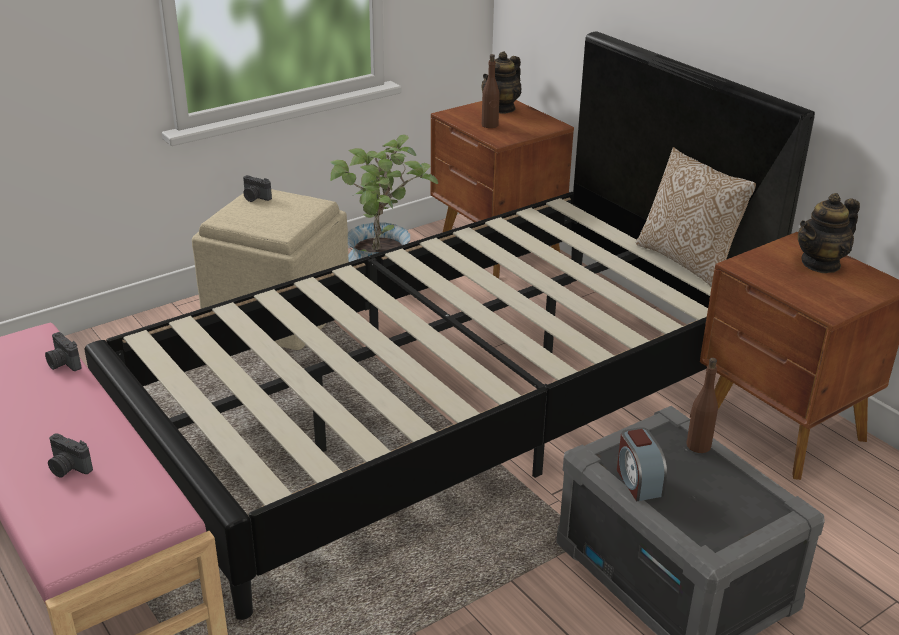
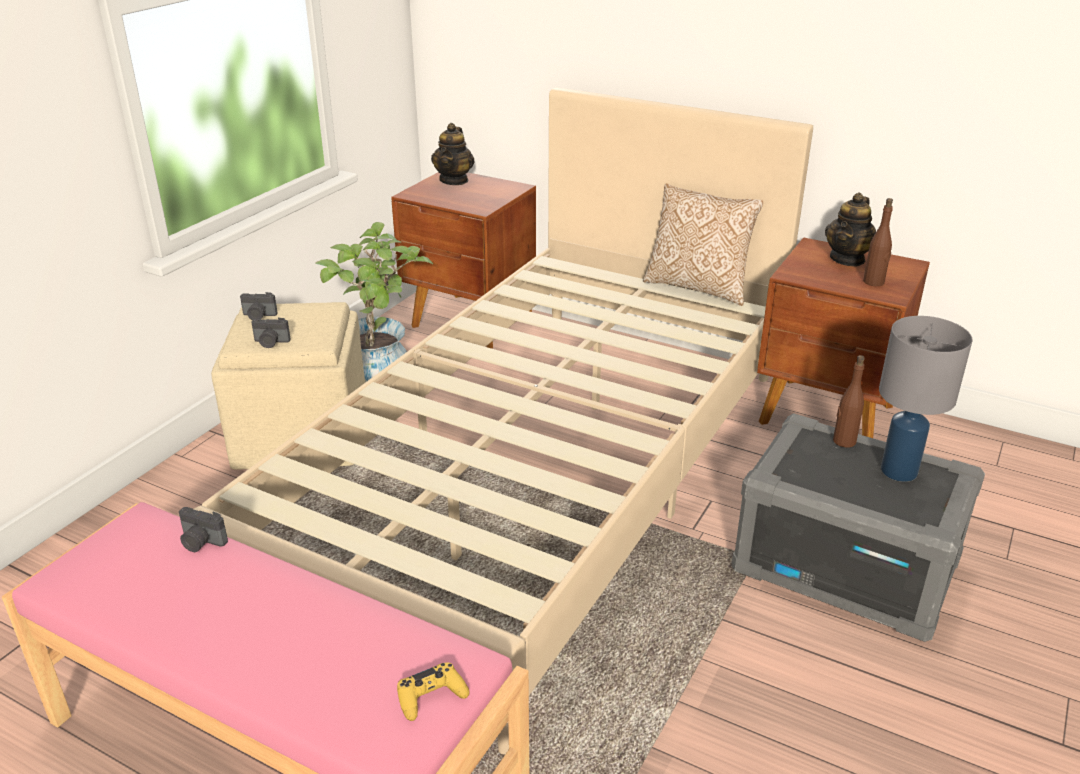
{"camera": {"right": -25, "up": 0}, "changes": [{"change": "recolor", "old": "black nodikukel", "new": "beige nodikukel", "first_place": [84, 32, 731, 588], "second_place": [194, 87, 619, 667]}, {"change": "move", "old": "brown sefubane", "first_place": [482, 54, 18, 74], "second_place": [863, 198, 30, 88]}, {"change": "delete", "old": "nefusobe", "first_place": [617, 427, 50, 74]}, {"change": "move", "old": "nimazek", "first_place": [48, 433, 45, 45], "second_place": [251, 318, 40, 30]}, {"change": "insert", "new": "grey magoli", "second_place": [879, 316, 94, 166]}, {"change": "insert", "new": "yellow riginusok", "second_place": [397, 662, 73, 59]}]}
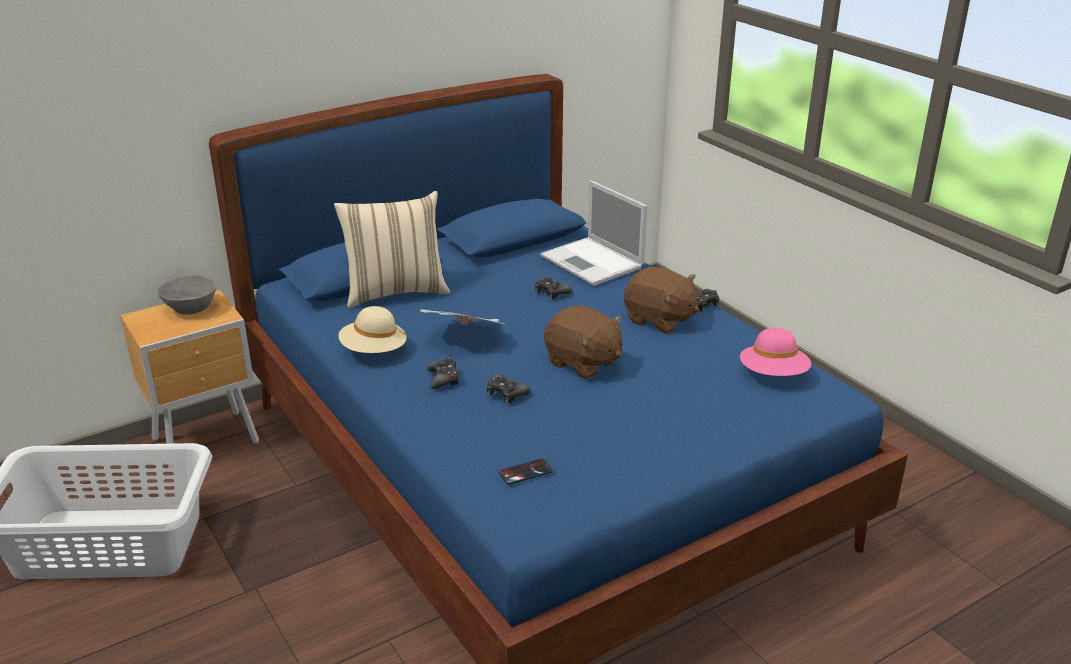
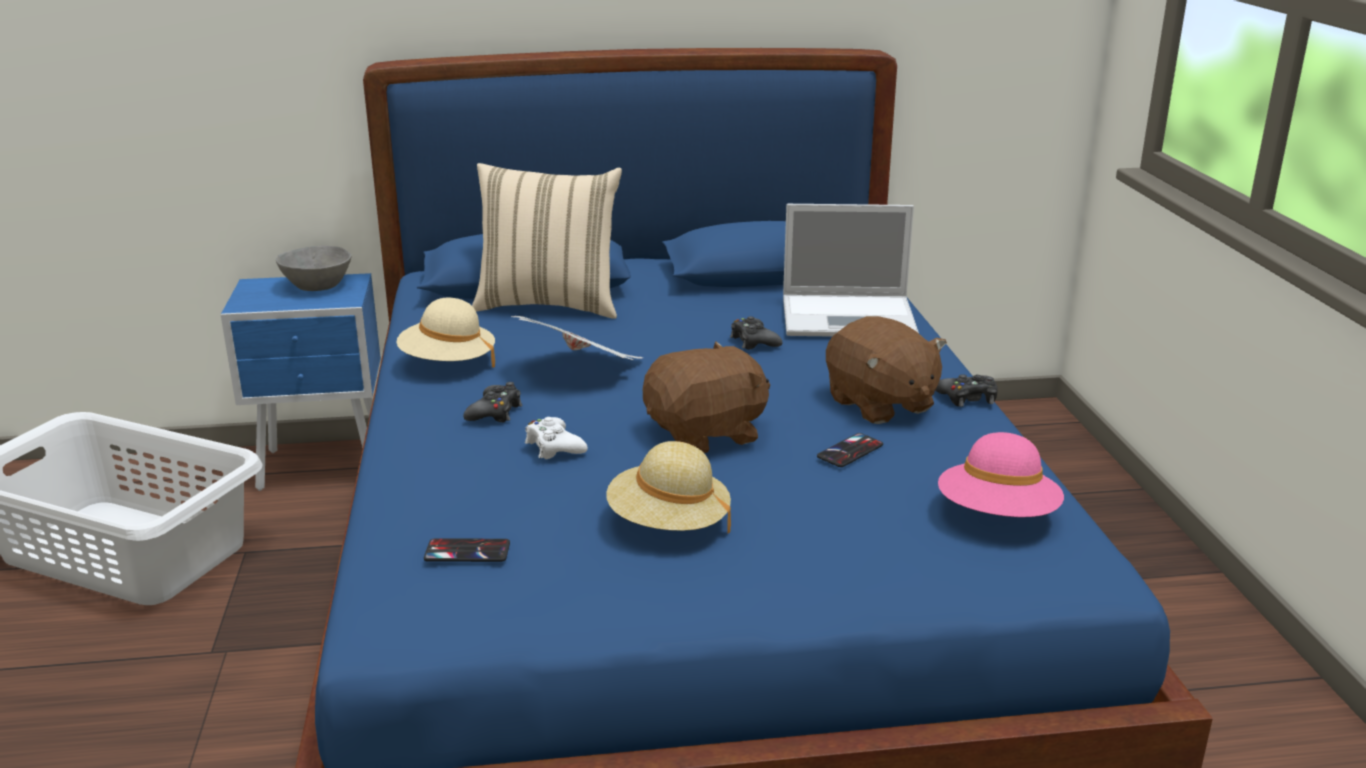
{"camera": {"right": 25, "up": -5}, "changes": [{"change": "rotate", "old": "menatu", "first_place": [540, 180, 108, 106], "second_place": [783, 204, 136, 133], "degrees": -75}, {"change": "recolor", "old": "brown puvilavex", "new": "blue puvilavex", "first_place": [120, 290, 139, 178], "second_place": [221, 273, 160, 218]}, {"change": "rotate", "old": "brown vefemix", "first_place": [544, 305, 78, 74], "second_place": [643, 341, 127, 112], "degrees": -90}, {"change": "recolor", "old": "black riginusok", "new": "white riginusok", "first_place": [487, 374, 44, 29], "second_place": [525, 417, 63, 42]}, {"change": "insert", "new": "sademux", "second_place": [817, 433, 66, 34]}, {"change": "insert", "new": "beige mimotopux", "second_place": [606, 441, 125, 93]}]}
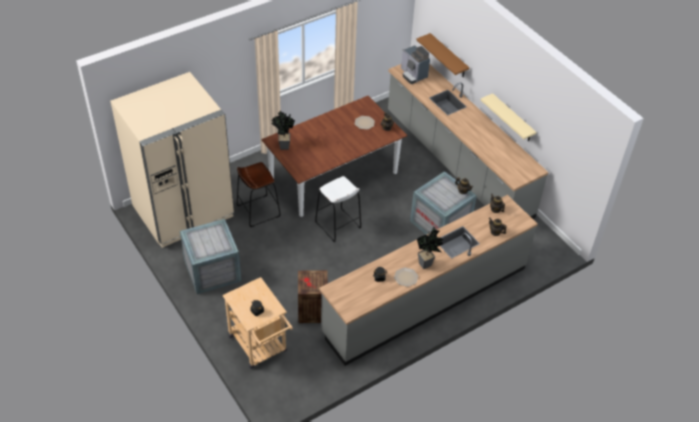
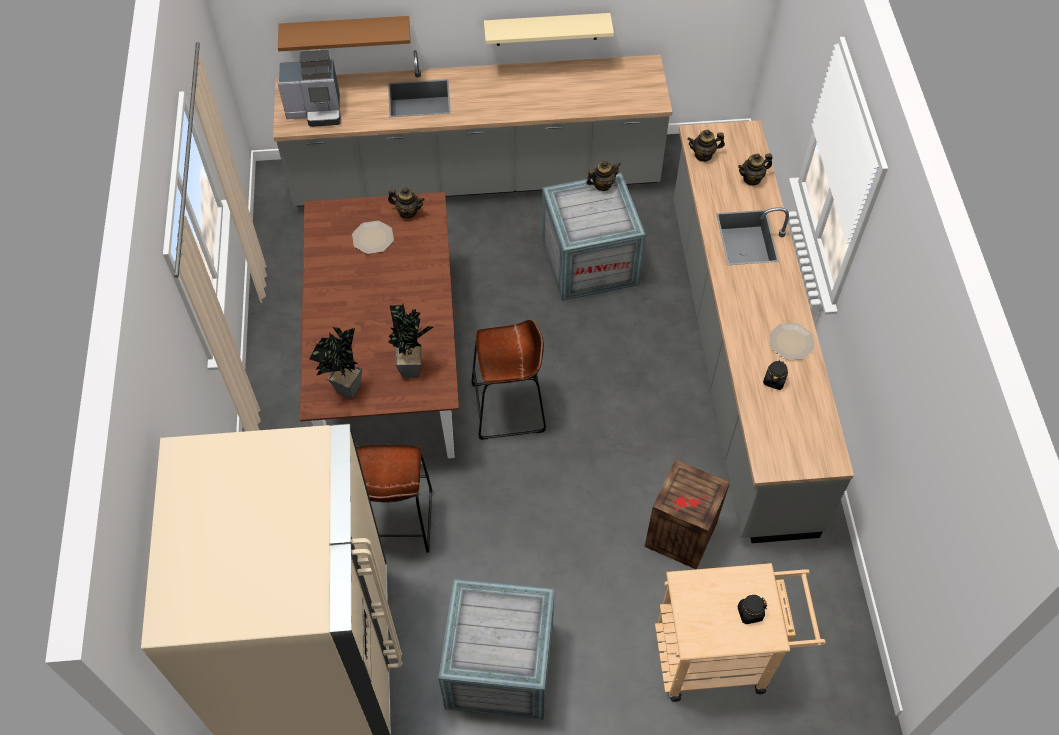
{"camera": {"right": -60, "up": 10}, "changes": [{"change": "recolor", "old": "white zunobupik", "new": "brown zunobupik", "first_place": [315, 176, 46, 66], "second_place": [471, 320, 75, 120]}, {"change": "move", "old": "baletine", "first_place": [417, 227, 26, 42], "second_place": [388, 303, 45, 75]}]}
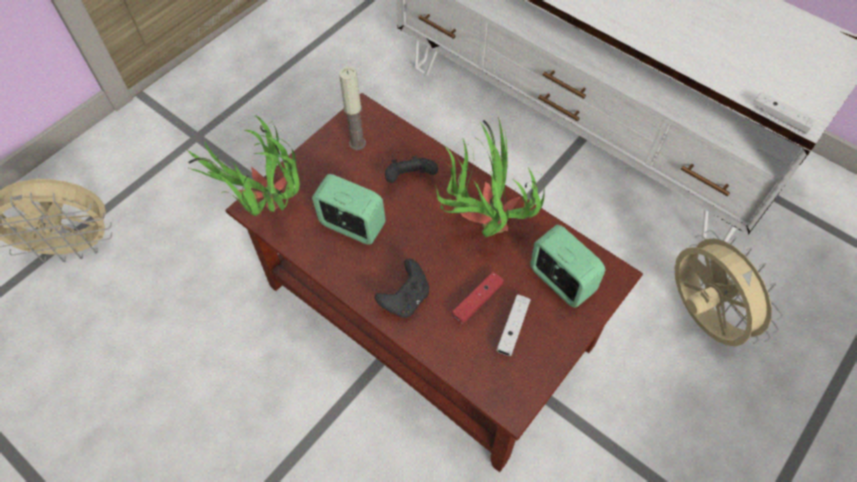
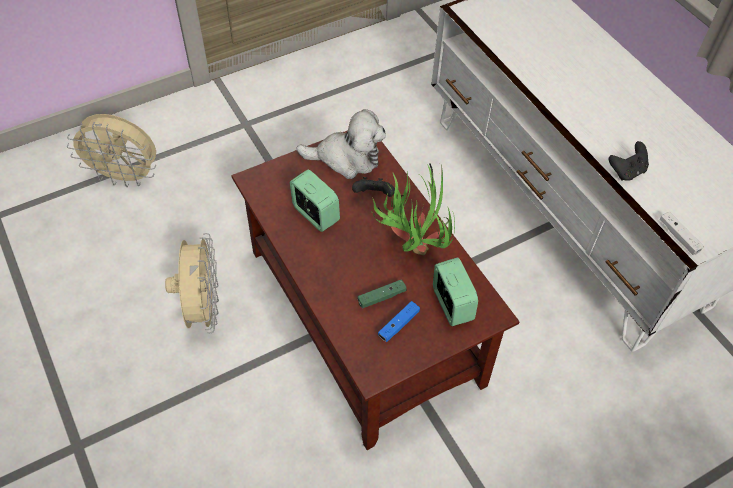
{"camera": {"right": 20, "up": -5}, "changes": [{"change": "replace", "old": "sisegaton", "new": "vefemix", "first_place": [339, 67, 27, 83], "second_place": [296, 109, 90, 70]}, {"change": "delete", "old": "baletine", "first_place": [187, 115, 113, 101]}, {"change": "move", "old": "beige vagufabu", "first_place": [675, 230, 108, 117], "second_place": [165, 233, 54, 100]}, {"change": "move", "old": "black riginusok", "first_place": [375, 259, 54, 59], "second_place": [609, 141, 40, 40]}, {"change": "recolor", "old": "red riginusok", "new": "green riginusok", "first_place": [452, 272, 52, 52], "second_place": [358, 279, 49, 29]}, {"change": "recolor", "old": "white riginusok", "new": "blue riginusok", "first_place": [496, 295, 35, 61], "second_place": [378, 301, 42, 41]}]}
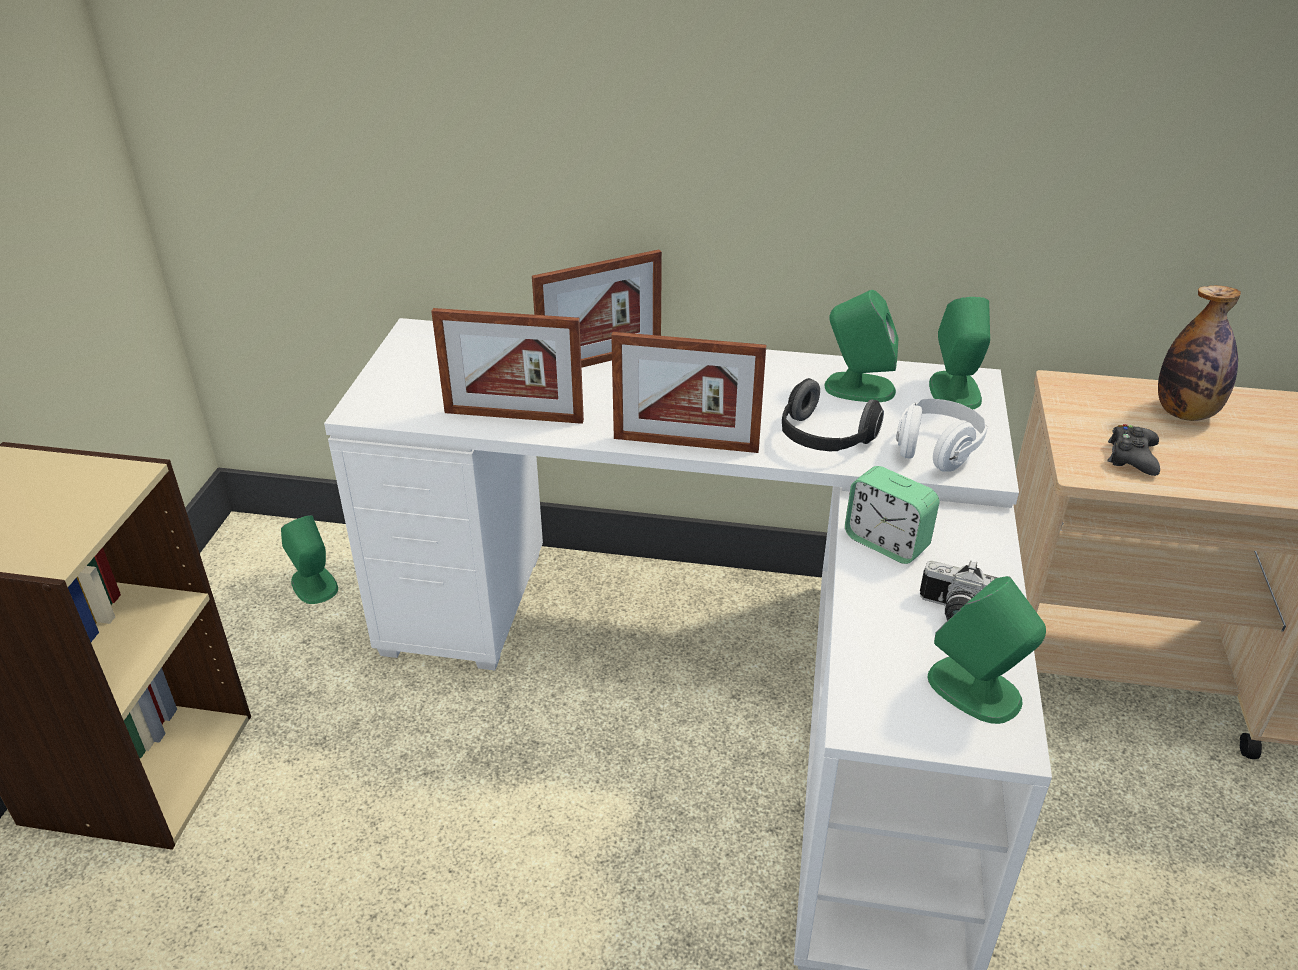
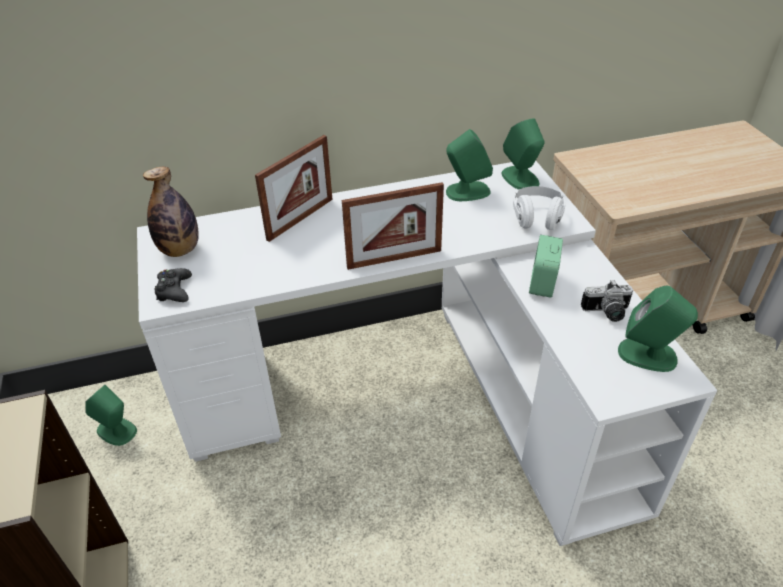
{"camera": {"right": -25, "up": 5}, "changes": [{"change": "move", "old": "sefubane", "first_place": [1158, 286, 83, 135], "second_place": [143, 167, 56, 90]}, {"change": "delete", "old": "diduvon", "first_place": [431, 308, 153, 116]}, {"change": "delete", "old": "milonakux", "first_place": [782, 378, 102, 73]}, {"change": "move", "old": "black riginusok", "first_place": [1108, 424, 52, 52], "second_place": [155, 268, 37, 34]}, {"change": "rotate", "old": "nefusobe", "first_place": [845, 466, 95, 98], "second_place": [529, 235, 34, 63], "degrees": 90}]}
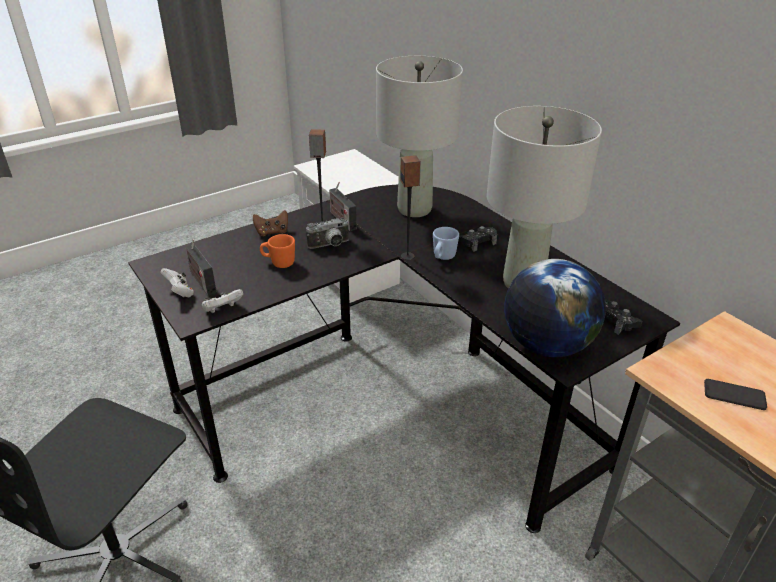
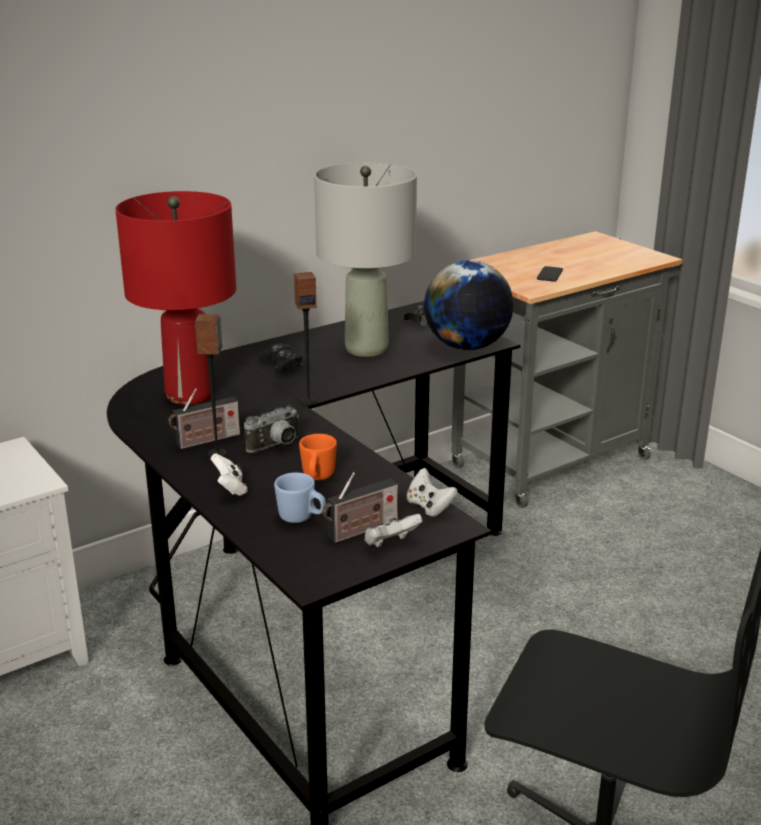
{"camera": {"right": -90, "up": -10}, "changes": [{"change": "recolor", "old": "grey magoli", "new": "red magoli", "first_place": [376, 56, 87, 161], "second_place": [115, 191, 121, 214]}, {"change": "recolor", "old": "brown riginusok", "new": "white riginusok", "first_place": [253, 210, 35, 27], "second_place": [211, 453, 37, 43]}, {"change": "rotate", "old": "nimazek", "first_place": [306, 218, 44, 31], "second_place": [244, 405, 55, 48], "degrees": 75}, {"change": "move", "old": "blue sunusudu", "first_place": [433, 227, 26, 33], "second_place": [274, 473, 52, 50]}]}
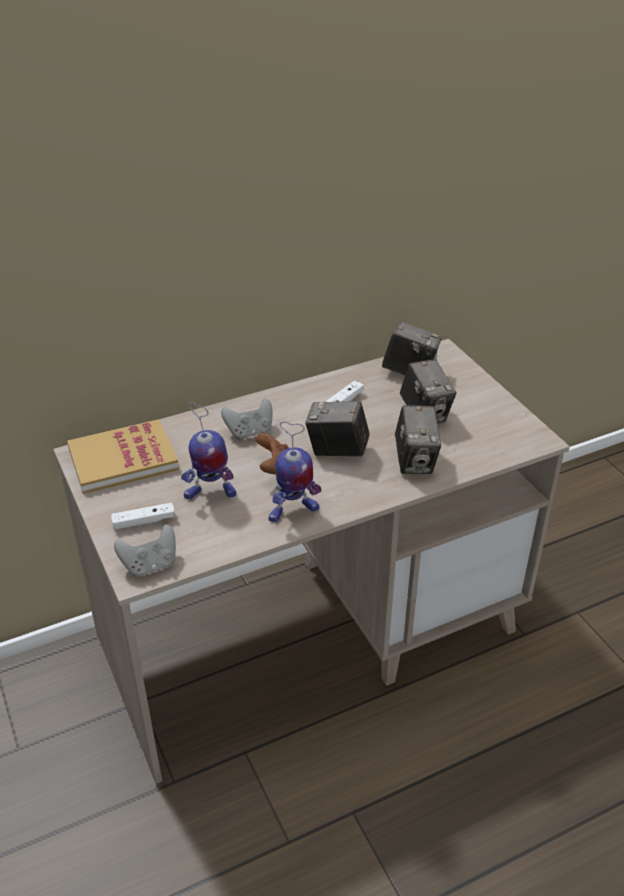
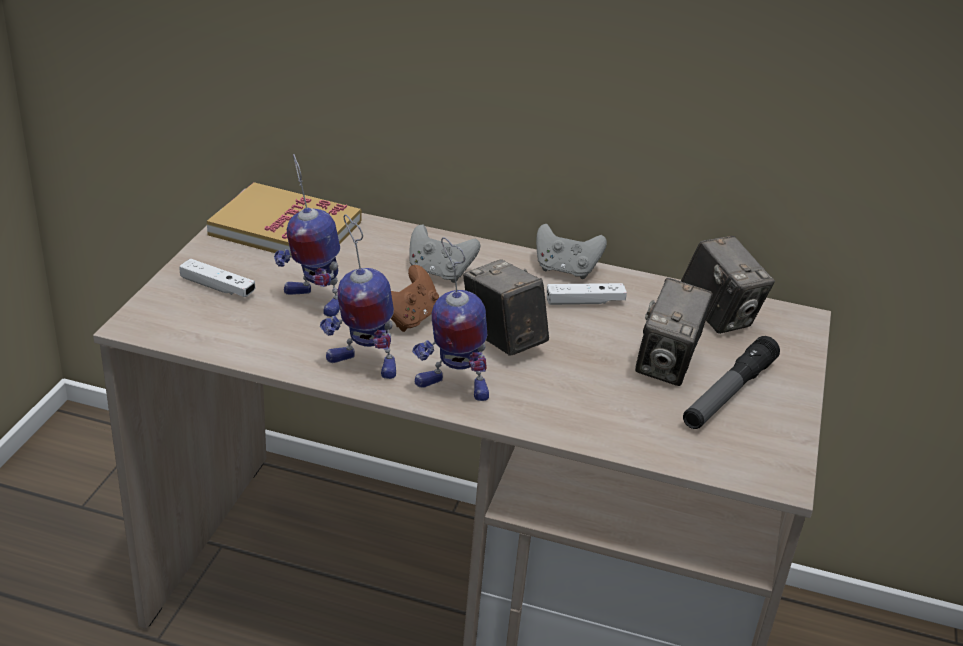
{"camera": {"right": 40, "up": -5}, "changes": [{"change": "delete", "old": "nimazek", "first_place": [395, 405, 46, 69]}, {"change": "move", "old": "grey riginusok", "first_place": [114, 524, 62, 52], "second_place": [536, 224, 71, 55]}, {"change": "insert", "new": "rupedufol", "second_place": [412, 237, 77, 164]}, {"change": "insert", "new": "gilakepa", "second_place": [683, 336, 97, 93]}]}
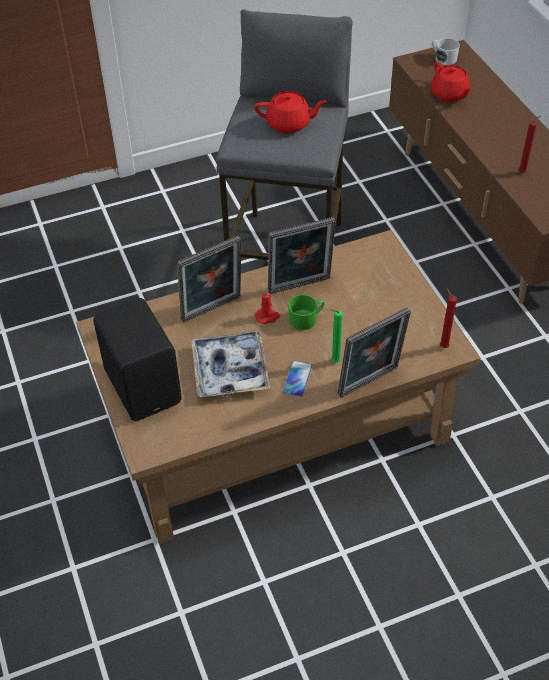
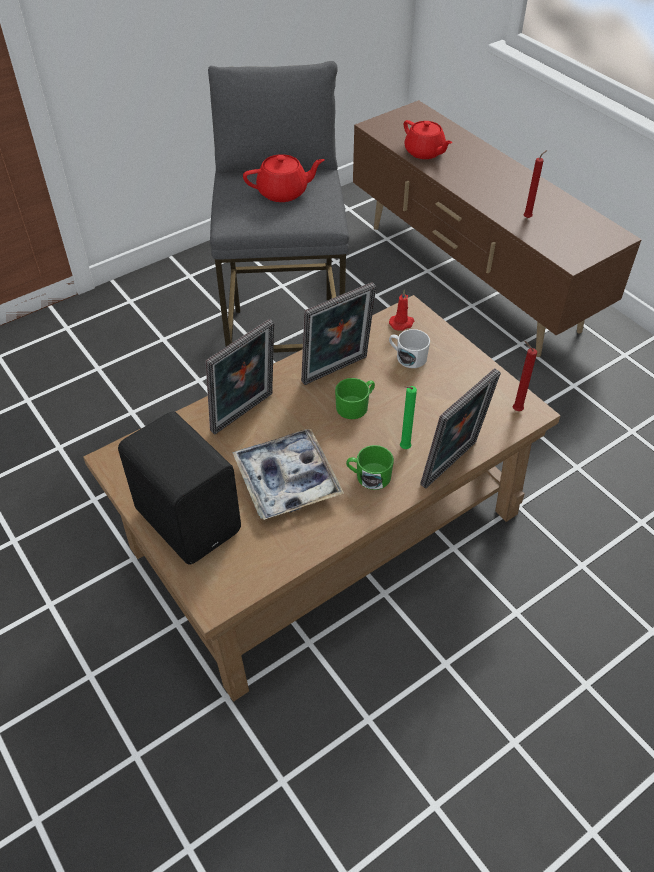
{"camera": {"right": -15, "up": 0}, "changes": [{"change": "move", "old": "white sunusudu", "first_place": [432, 38, 28, 27], "second_place": [389, 329, 41, 39]}, {"change": "move", "old": "red sisegaton", "first_place": [255, 289, 25, 35], "second_place": [389, 290, 25, 41]}, {"change": "replace", "old": "sademux", "new": "green sunusudu", "first_place": [283, 360, 30, 37], "second_place": [346, 445, 48, 45]}]}
